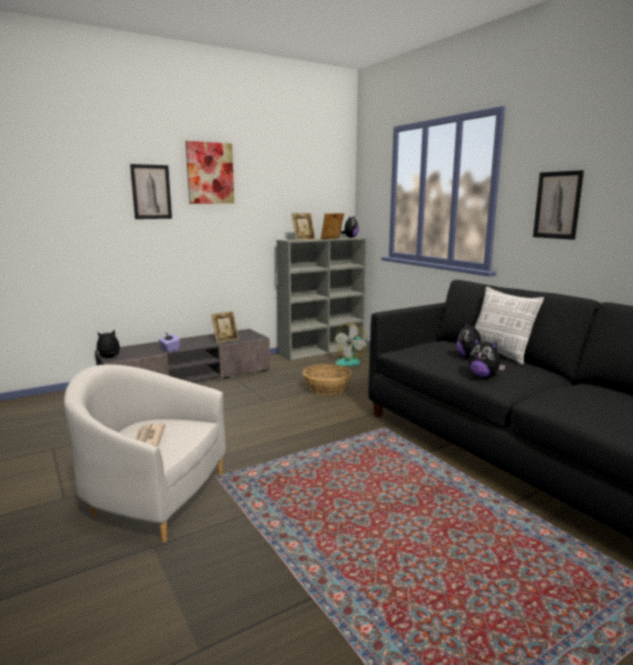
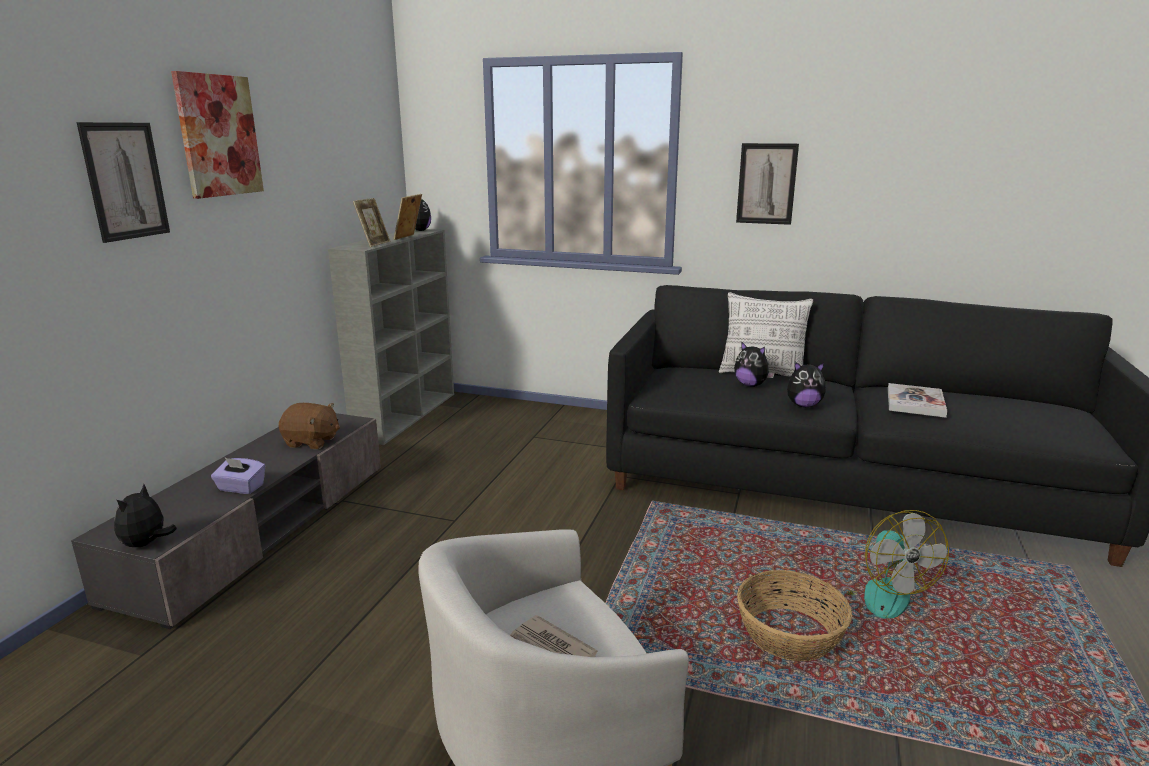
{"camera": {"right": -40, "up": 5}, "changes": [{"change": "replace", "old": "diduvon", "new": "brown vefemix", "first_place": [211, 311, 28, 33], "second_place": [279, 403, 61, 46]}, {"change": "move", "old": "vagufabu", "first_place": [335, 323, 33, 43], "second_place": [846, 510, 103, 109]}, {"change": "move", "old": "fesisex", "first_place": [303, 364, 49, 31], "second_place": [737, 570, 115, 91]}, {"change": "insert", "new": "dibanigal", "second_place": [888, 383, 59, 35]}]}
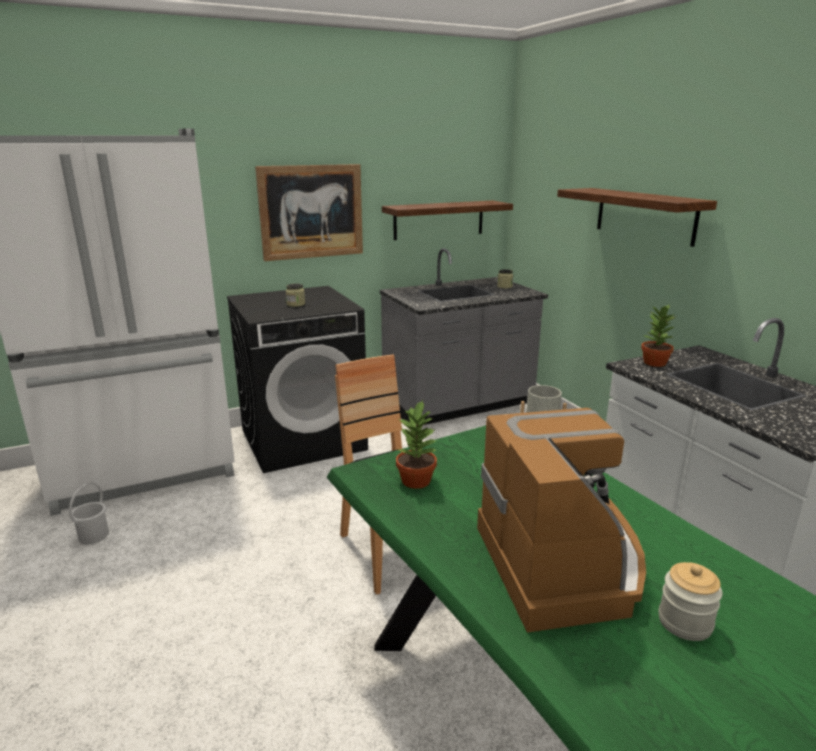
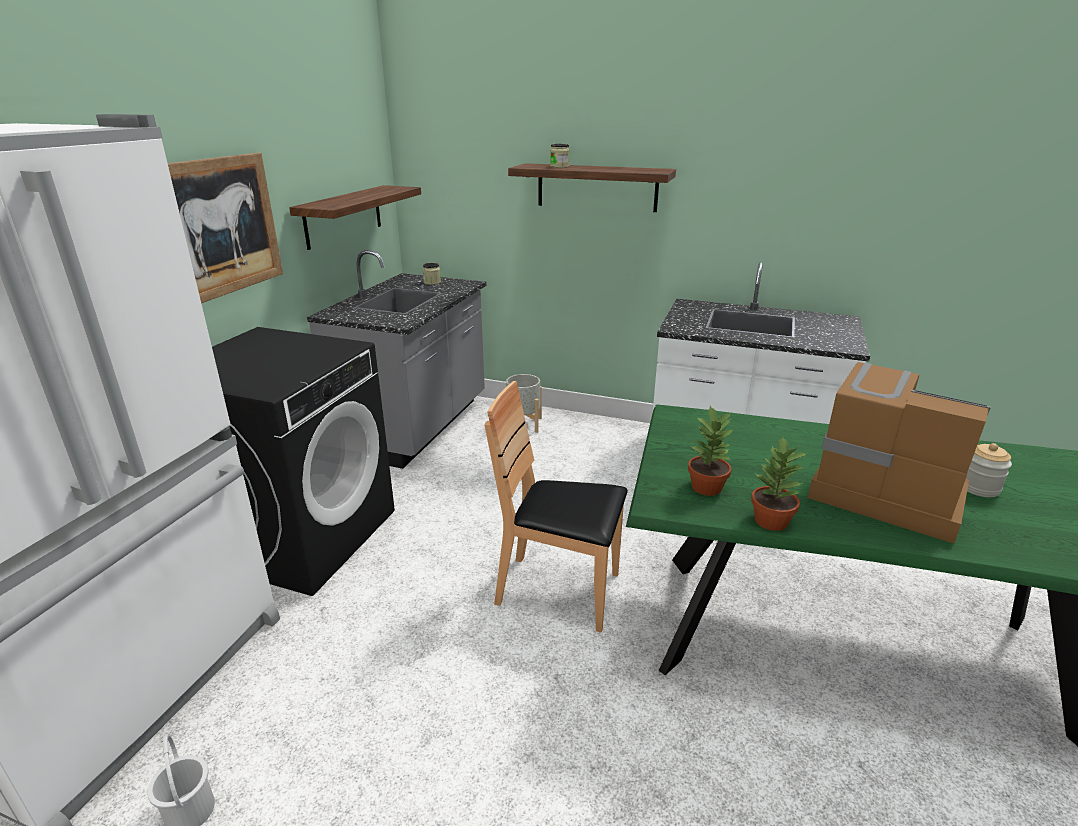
{"camera": {"right": -45, "up": 5}, "changes": [{"change": "move", "old": "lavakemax", "first_place": [286, 284, 19, 23], "second_place": [550, 144, 20, 24]}, {"change": "move", "old": "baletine", "first_place": [641, 305, 36, 62], "second_place": [751, 437, 57, 94]}]}
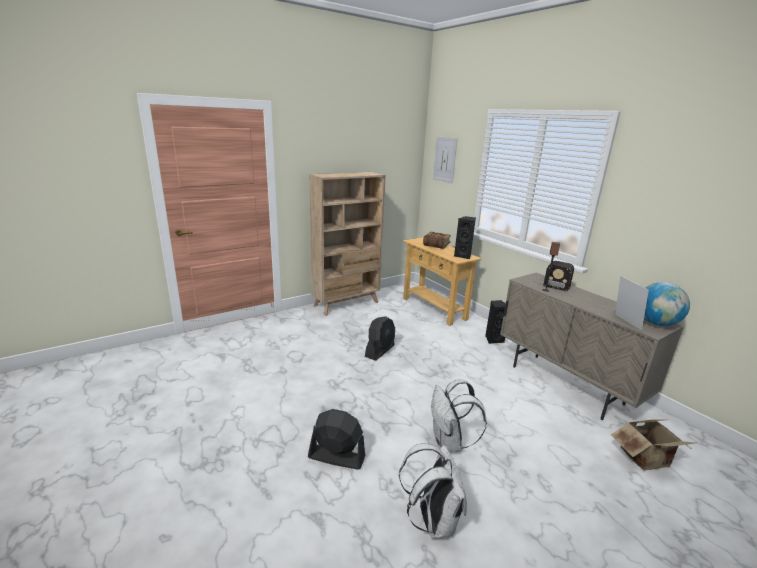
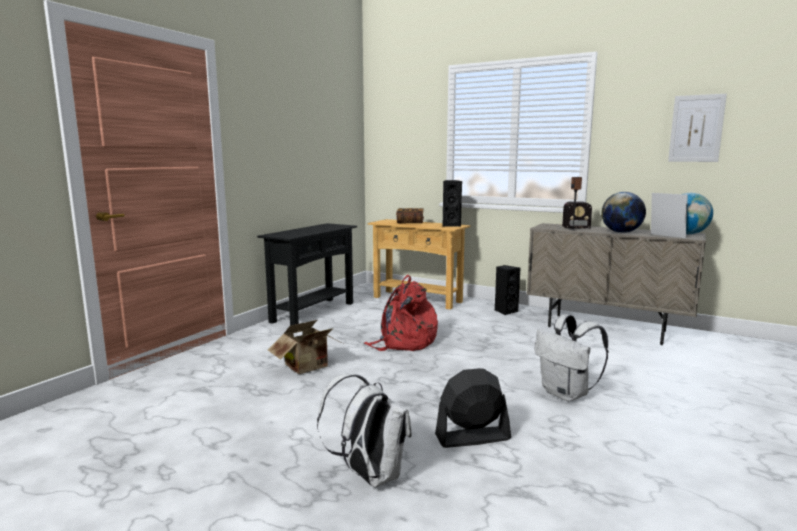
{"camera": {"right": -25, "up": -10}, "changes": [{"change": "move", "old": "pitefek", "first_place": [433, 136, 25, 47], "second_place": [668, 94, 59, 68]}, {"change": "replace", "old": "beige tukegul", "new": "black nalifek", "first_place": [309, 172, 77, 144], "second_place": [257, 223, 100, 103]}, {"change": "replace", "old": "black vagufabu", "new": "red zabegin", "first_place": [365, 316, 30, 45], "second_place": [364, 275, 74, 76]}, {"change": "move", "old": "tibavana", "first_place": [611, 419, 84, 51], "second_place": [268, 320, 68, 54]}, {"change": "move", "old": "white zabegin", "first_place": [399, 443, 68, 95], "second_place": [317, 373, 94, 114]}, {"change": "insert", "new": "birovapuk", "second_place": [601, 192, 45, 41]}]}
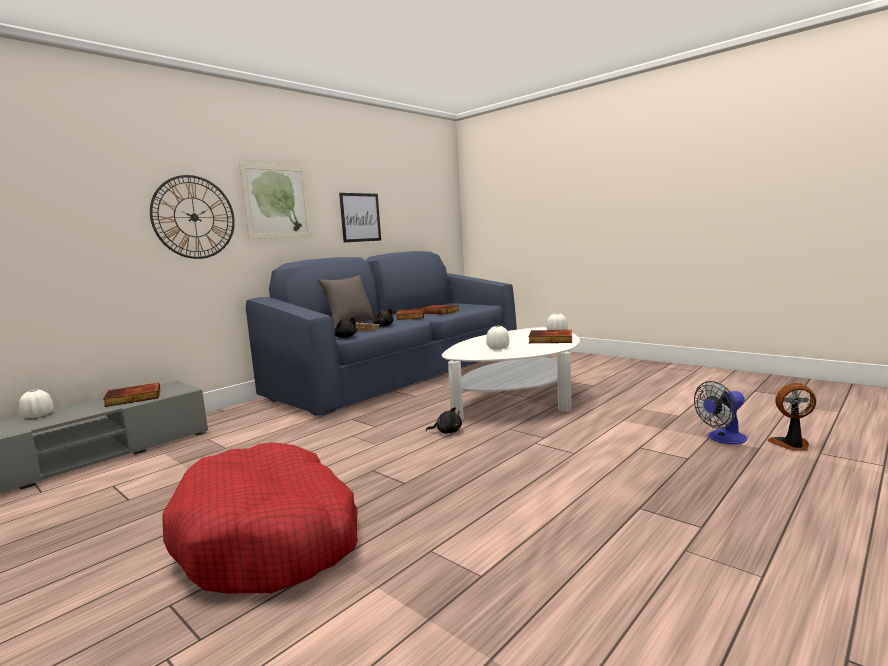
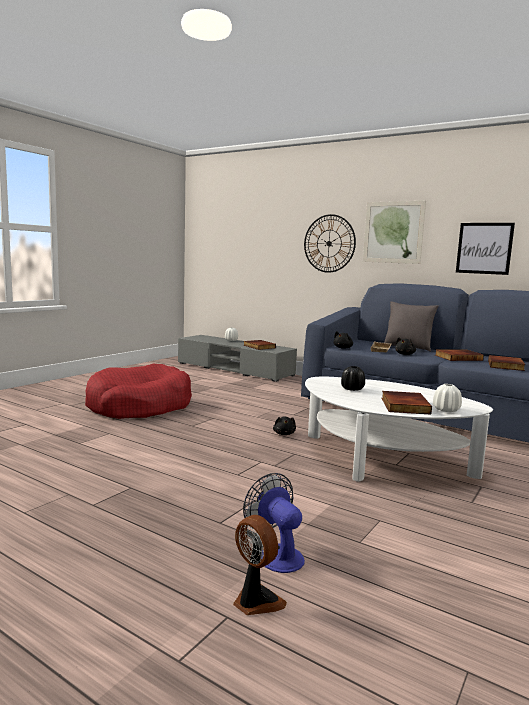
{"camera": {"right": 80, "up": 0}, "changes": [{"change": "recolor", "old": "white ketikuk", "new": "black ketikuk", "first_place": [486, 326, 23, 24], "second_place": [341, 366, 24, 25]}, {"change": "rotate", "old": "vagufabu", "first_place": [767, 383, 49, 68], "second_place": [233, 515, 54, 100], "degrees": -45}]}
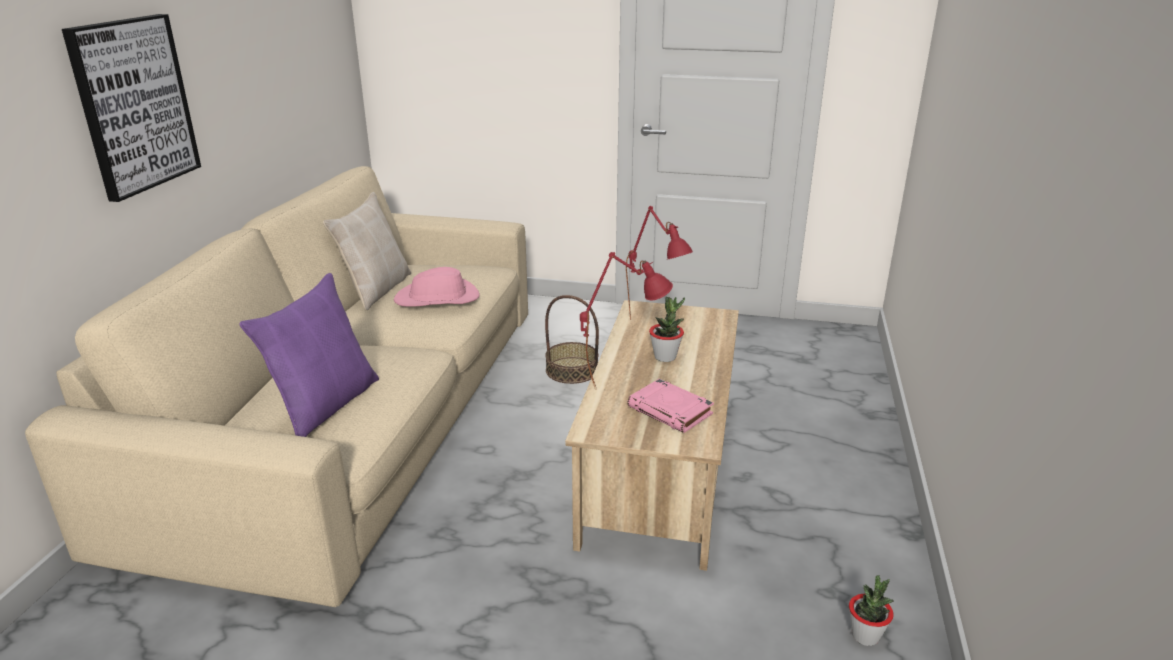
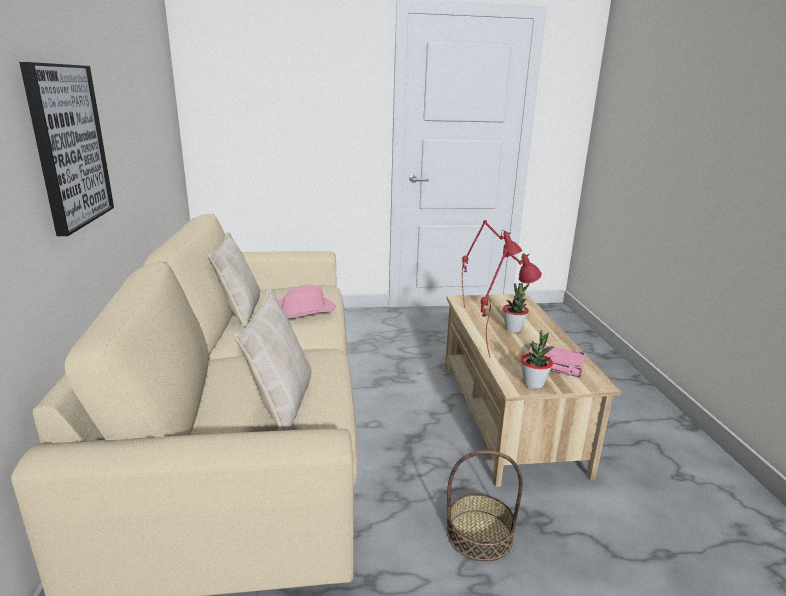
{"camera": {"right": -20, "up": -5}, "changes": [{"change": "recolor", "old": "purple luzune", "new": "beige luzune", "first_place": [239, 273, 140, 164], "second_place": [233, 288, 78, 143]}, {"change": "move", "old": "fesisex", "first_place": [545, 295, 54, 89], "second_place": [447, 450, 76, 112]}, {"change": "move", "old": "baletine", "first_place": [849, 575, 45, 71], "second_place": [521, 331, 33, 58]}]}
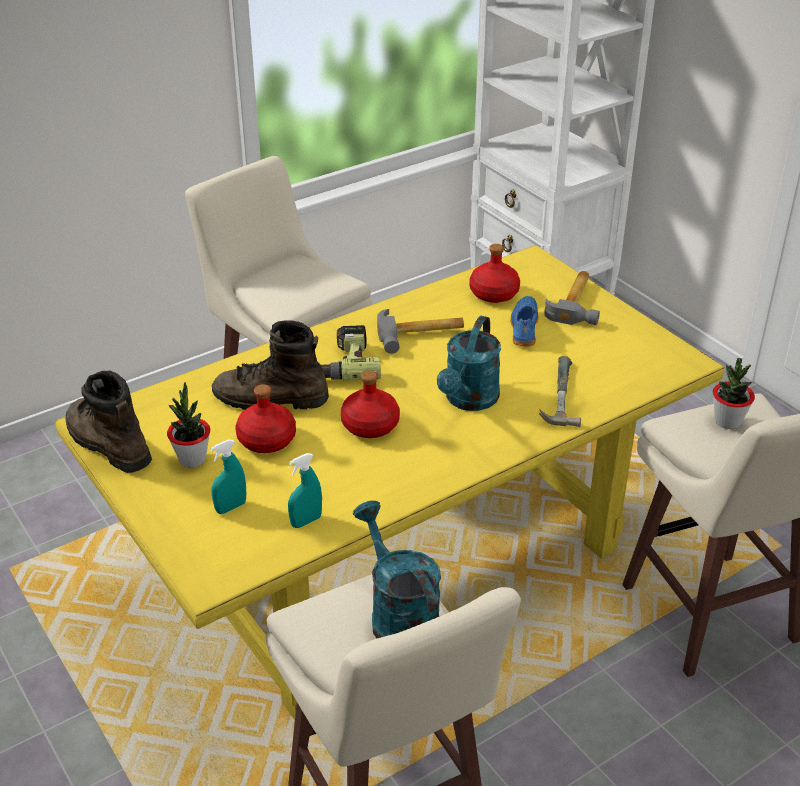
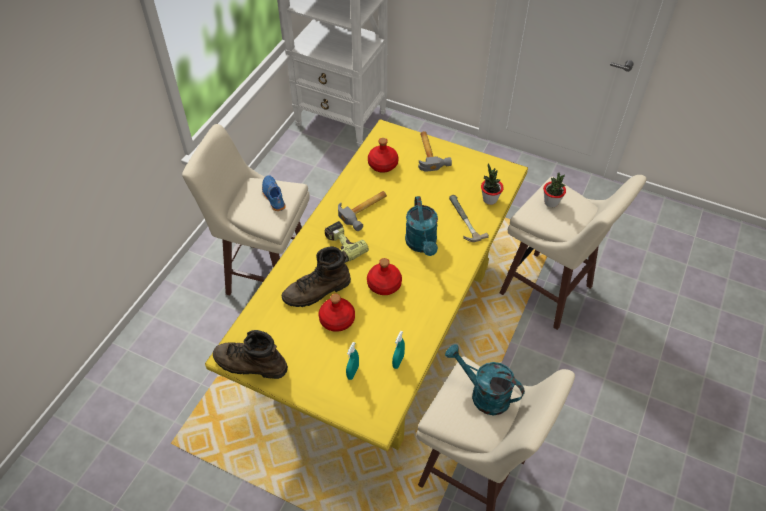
{"camera": {"right": -30, "up": 15}, "changes": [{"change": "move", "old": "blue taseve", "first_place": [510, 296, 28, 50], "second_place": [262, 175, 24, 36]}, {"change": "move", "old": "baletine", "first_place": [167, 382, 43, 85], "second_place": [481, 163, 23, 42]}]}
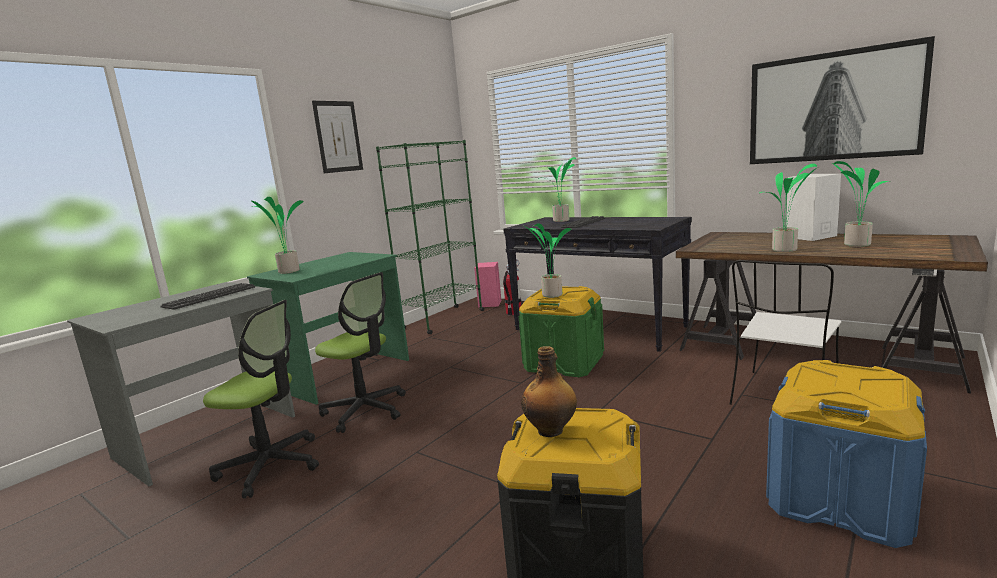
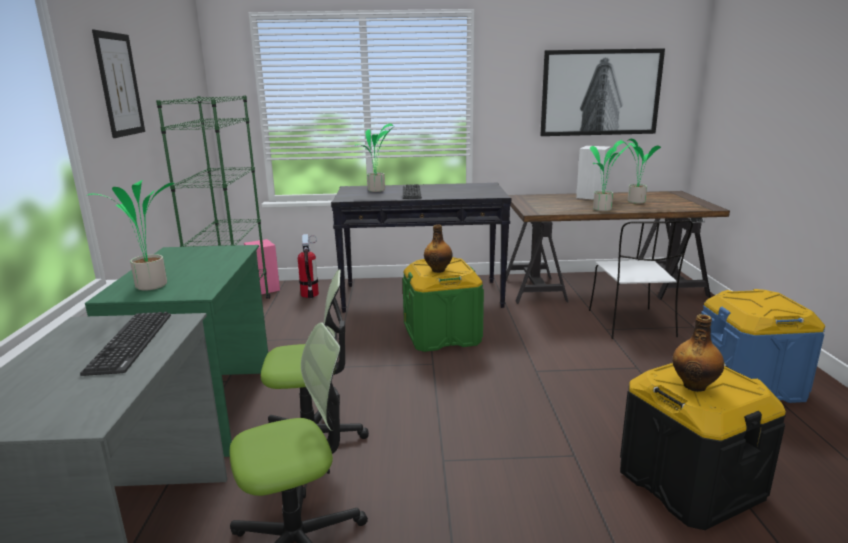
{"camera": {"right": -40, "up": 5}, "changes": [{"change": "replace", "old": "baletine", "new": "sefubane", "first_place": [524, 223, 48, 75], "second_place": [424, 225, 29, 48]}]}
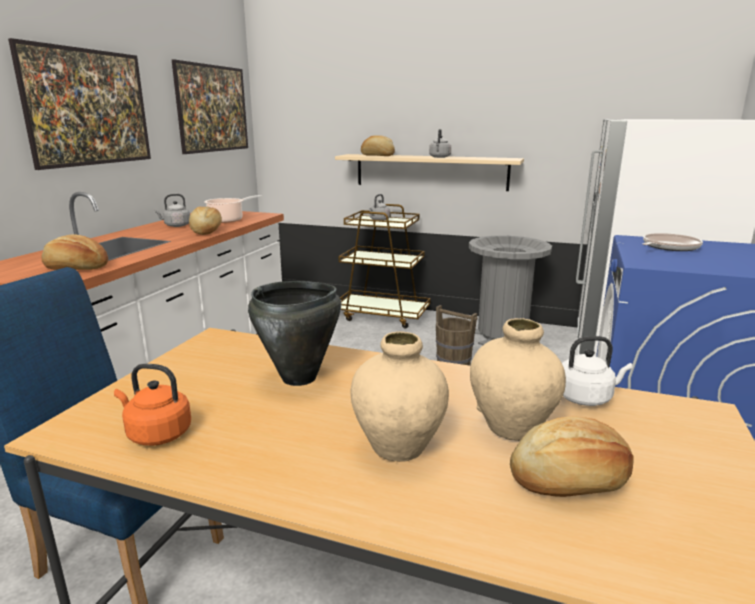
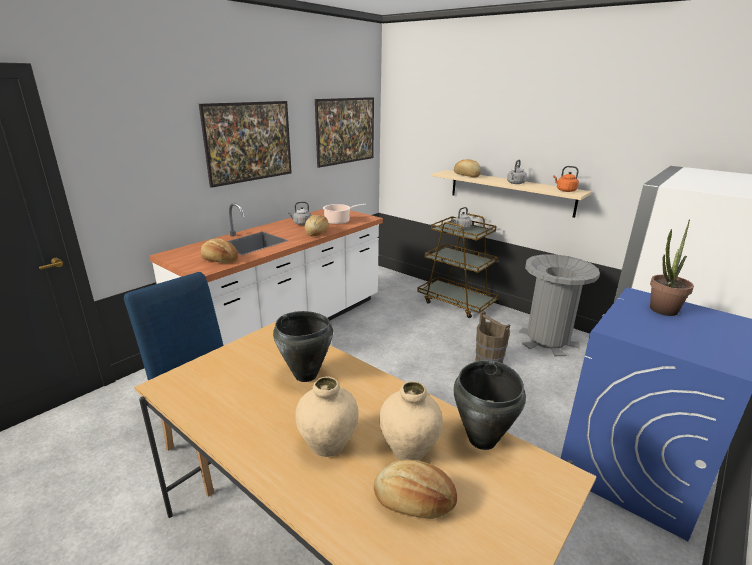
{"camera": {"right": 20, "up": 5}, "changes": [{"change": "replace", "old": "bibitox", "new": "baletine", "first_place": [643, 233, 60, 18], "second_place": [650, 219, 44, 97]}, {"change": "replace", "old": "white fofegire", "new": "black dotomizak", "first_place": [562, 336, 71, 70], "second_place": [454, 360, 72, 90]}, {"change": "move", "old": "orange fofegire", "first_place": [114, 364, 77, 82], "second_place": [553, 166, 26, 26]}]}
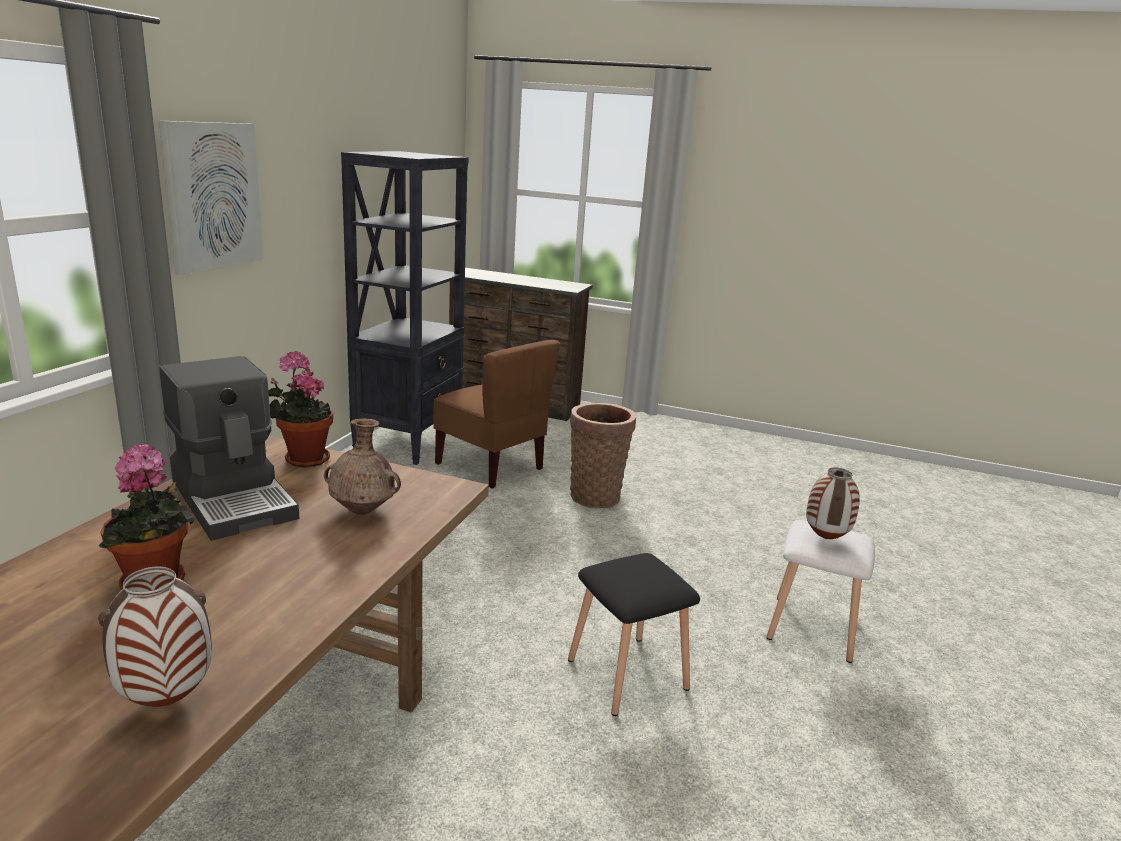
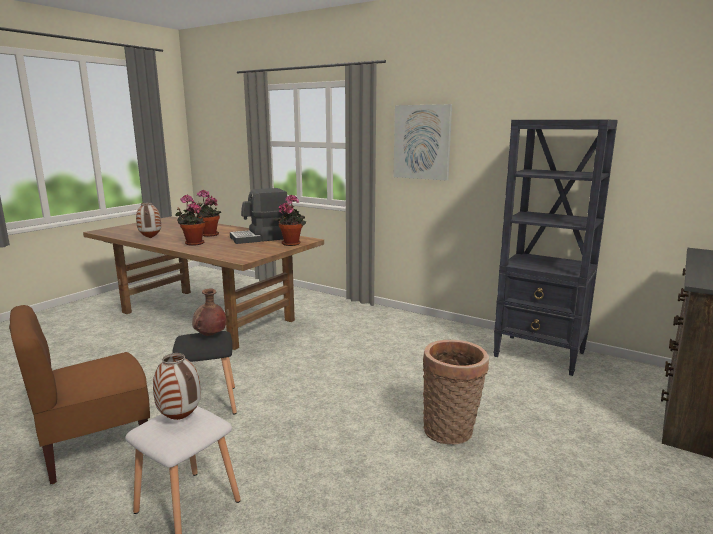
{"camera": {"right": 105, "up": -5}, "changes": [{"change": "move", "old": "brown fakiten", "first_place": [433, 340, 127, 149], "second_place": [9, 305, 141, 179]}, {"change": "move", "old": "brown ketikuk", "first_place": [324, 418, 77, 97], "second_place": [192, 288, 34, 48]}, {"change": "insert", "new": "baletine", "second_place": [175, 195, 30, 51]}]}
